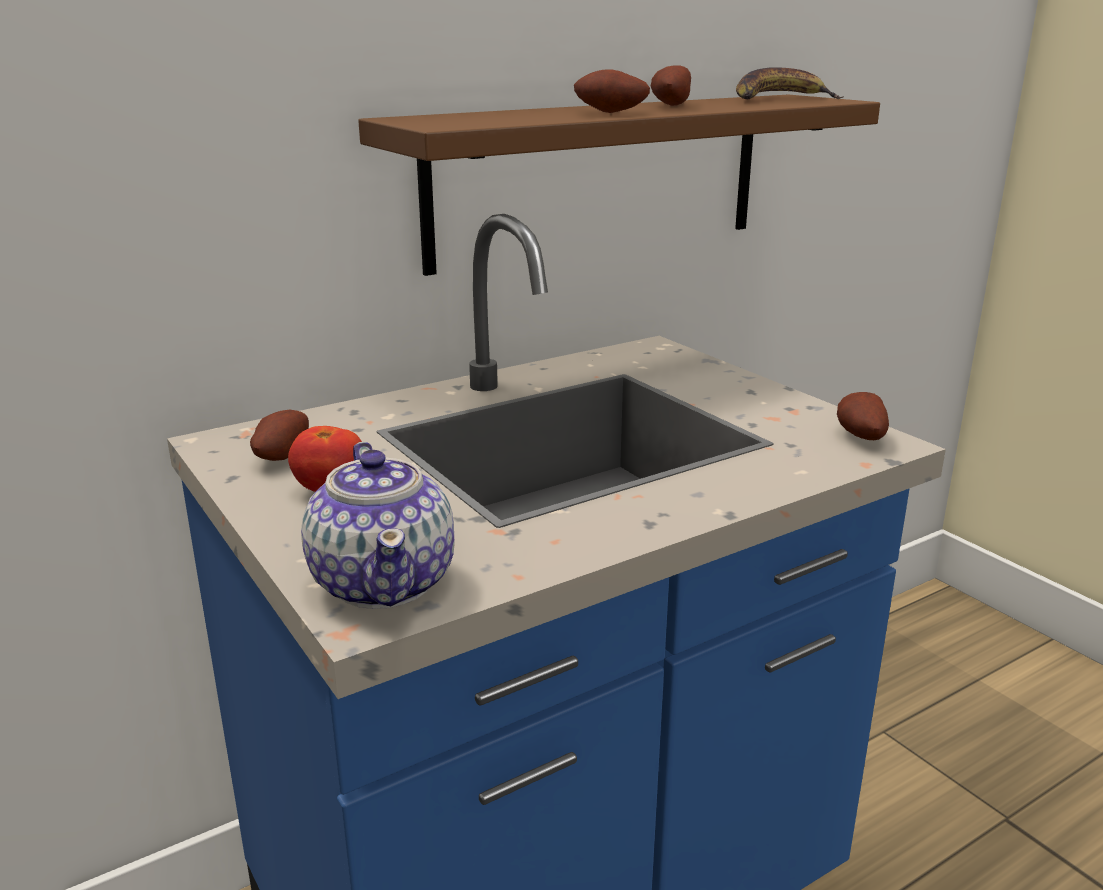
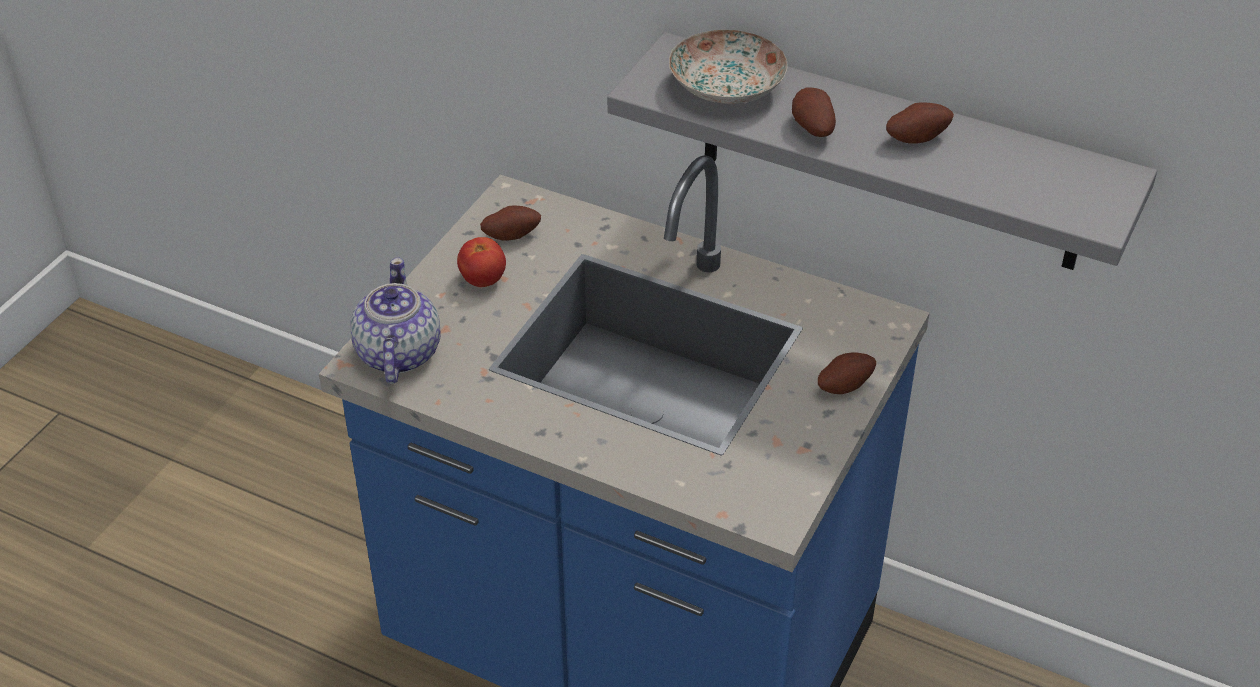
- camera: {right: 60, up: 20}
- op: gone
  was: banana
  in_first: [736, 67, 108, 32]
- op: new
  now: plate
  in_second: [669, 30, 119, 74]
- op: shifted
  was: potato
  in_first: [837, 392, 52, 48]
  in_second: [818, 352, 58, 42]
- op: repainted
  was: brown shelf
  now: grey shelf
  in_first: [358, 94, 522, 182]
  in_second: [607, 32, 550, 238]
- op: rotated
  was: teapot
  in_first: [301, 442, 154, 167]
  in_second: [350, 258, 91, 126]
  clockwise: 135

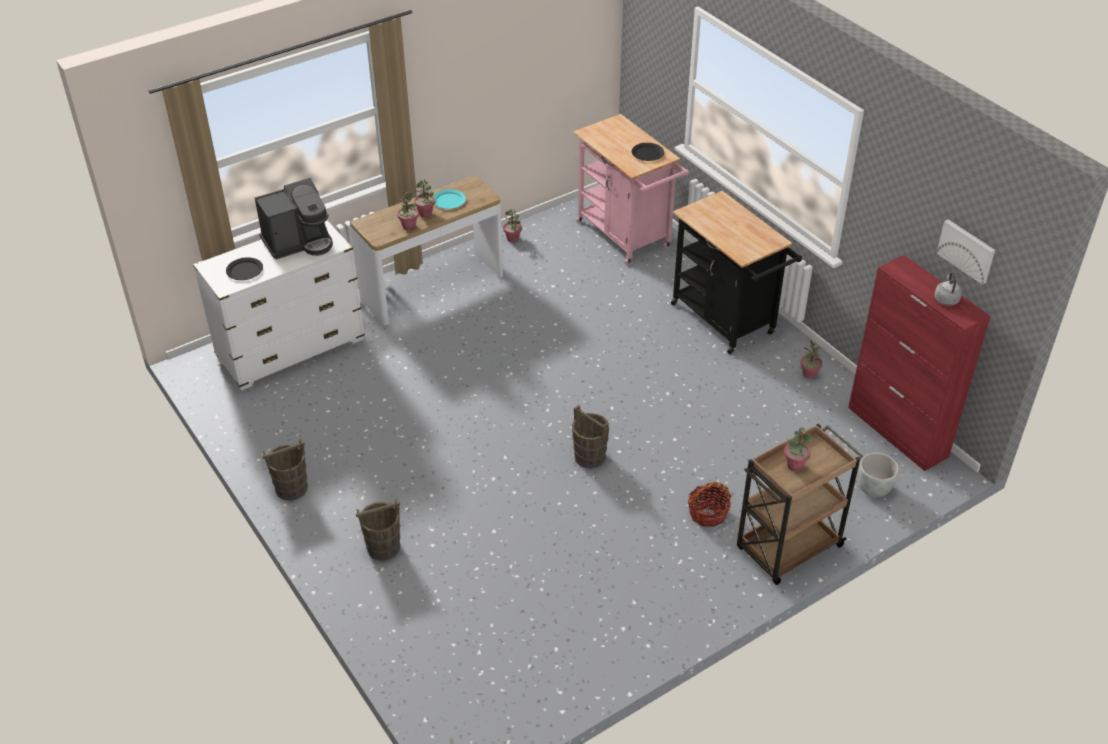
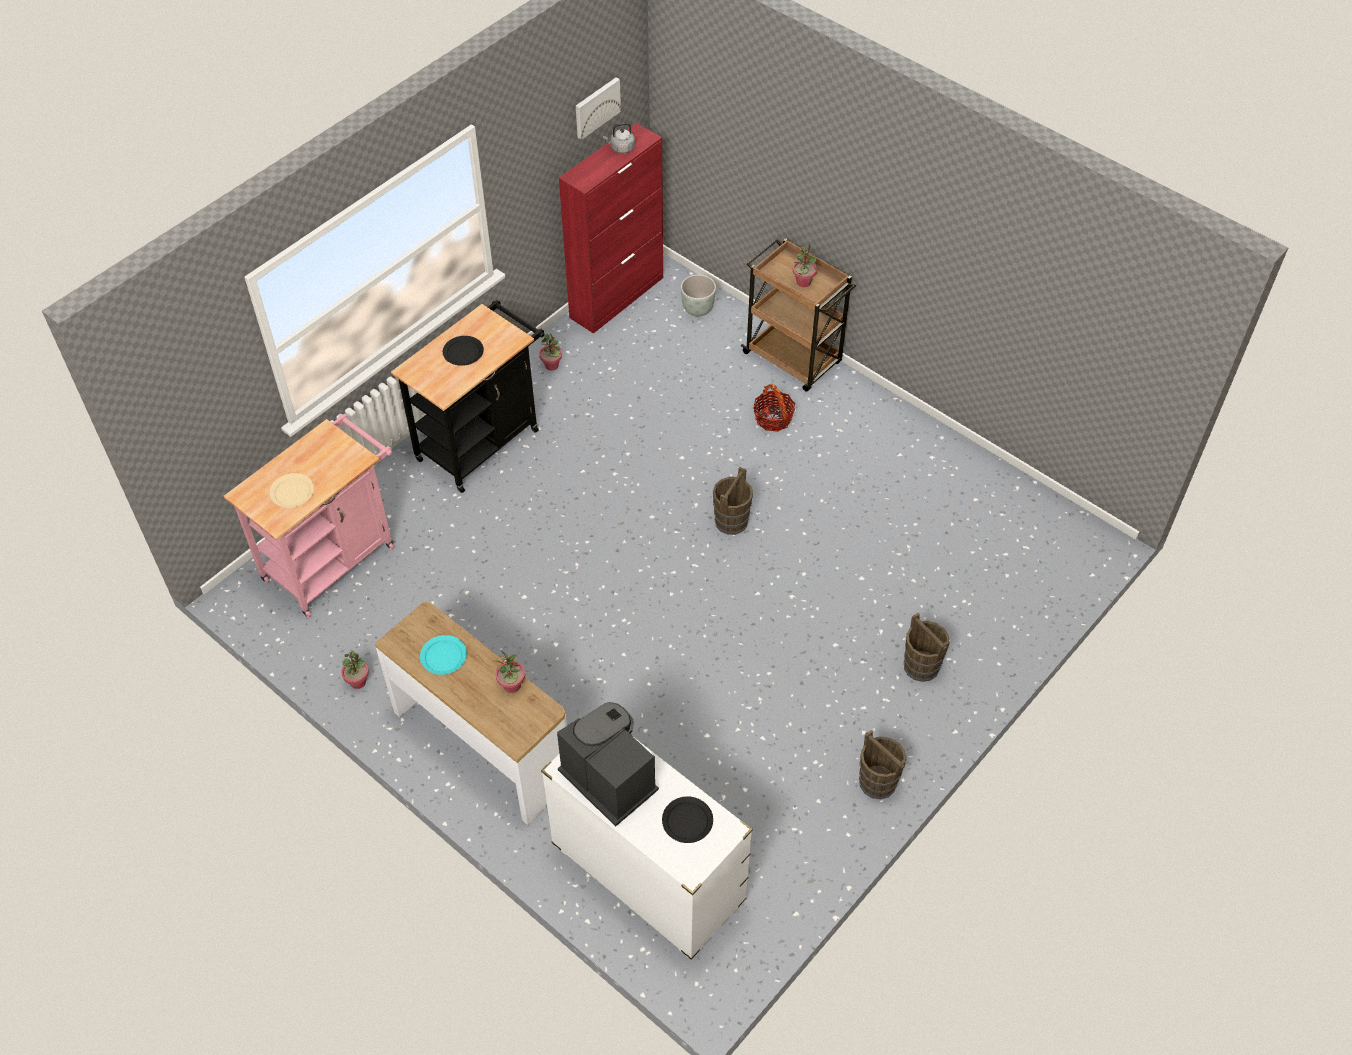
- camera: {right: -105, up: 10}
- op: gone
  was: potted plant
  in_first: [414, 179, 21, 38]
- op: new
  now: beige plate
  in_second: [270, 473, 44, 35]
- op: shifted
  was: black plate
  in_first: [632, 143, 32, 18]
  in_second: [443, 336, 41, 30]

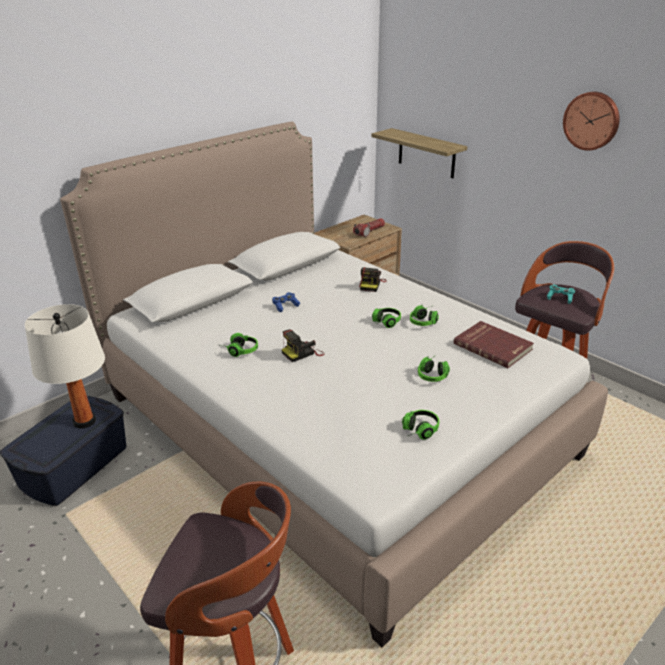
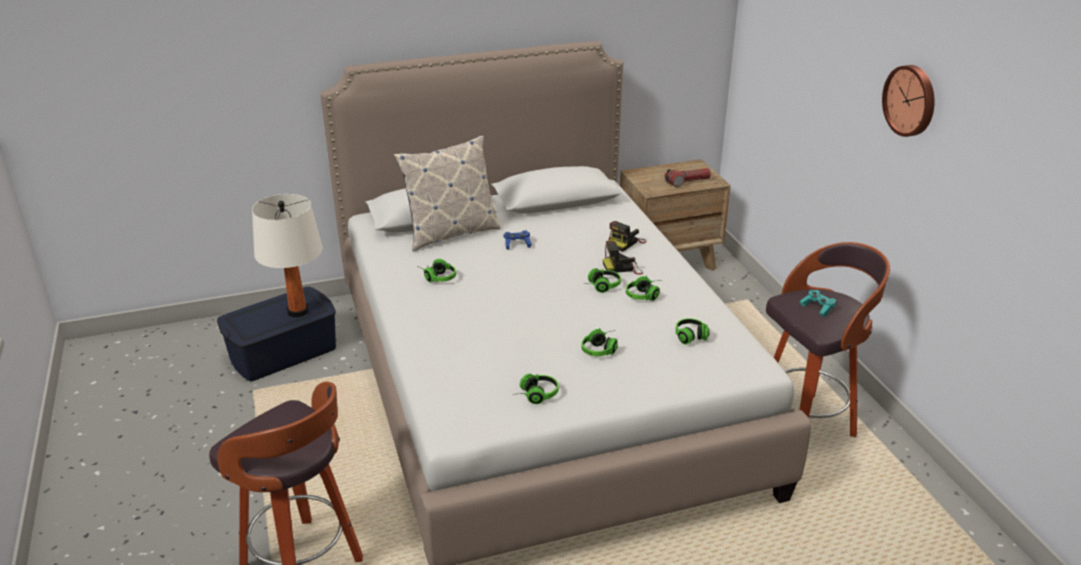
- camera: {right: 25, up: 0}
- op: gone
  was: shelf
  in_first: [371, 128, 96, 50]
- op: new
  now: pillow
  in_second: [394, 136, 107, 115]
- op: shifted
  was: photo camera
  in_first: [281, 329, 43, 33]
  in_second: [603, 241, 40, 34]
- op: swapped
  was: red book
  now: headphones
  in_first: [454, 321, 80, 47]
  in_second: [676, 318, 34, 27]

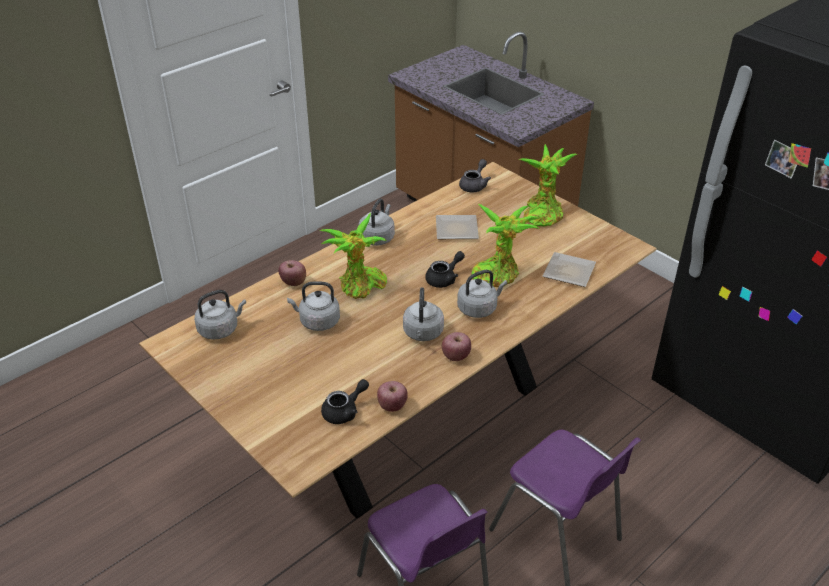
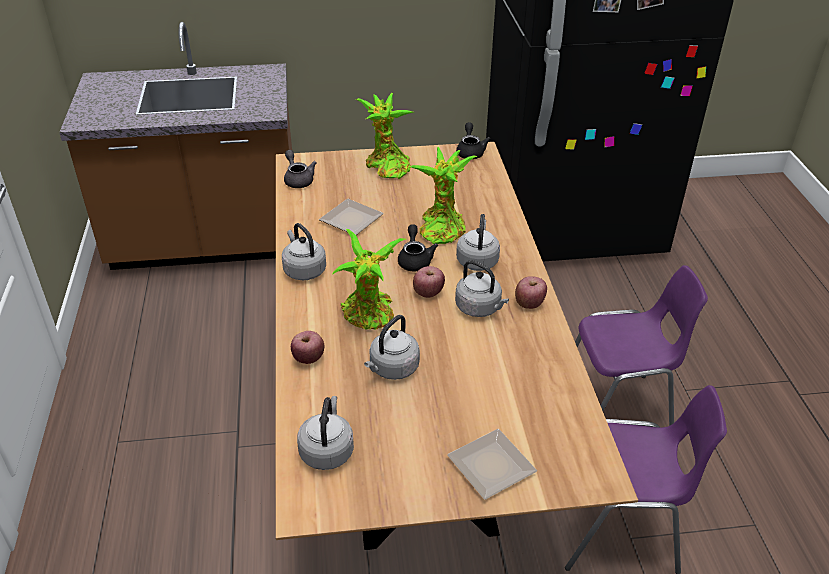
- camera: {right: -55, up: 0}
- op: shifted
  was: black teapot
  in_first: [321, 379, 48, 45]
  in_second: [456, 122, 35, 37]
- op: shifted
  was: apple
  in_first: [377, 381, 31, 31]
  in_second: [413, 266, 32, 32]
- op: shifted
  was: plate
  in_first: [543, 252, 53, 35]
  in_second: [447, 429, 90, 71]

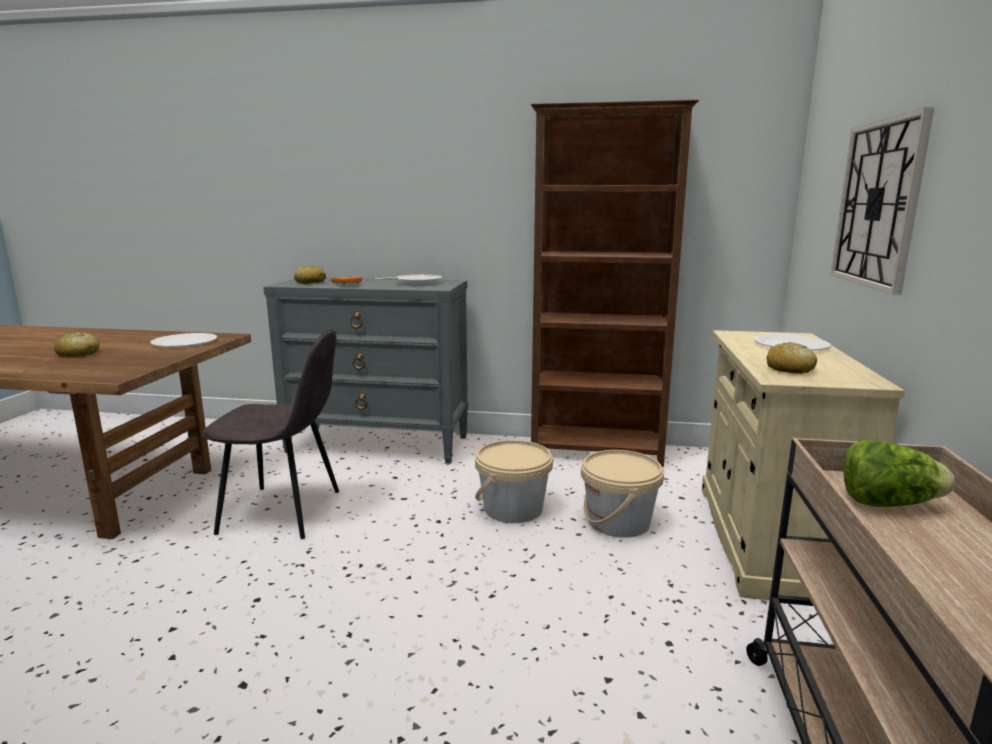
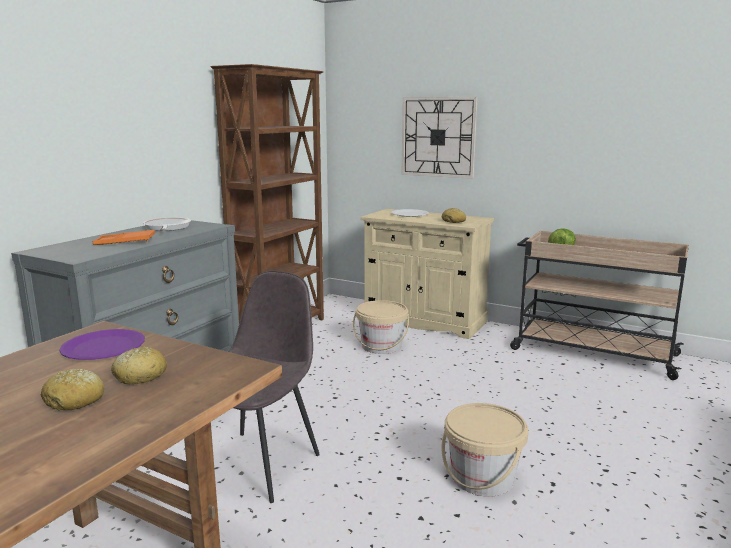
- camera: {right: -70, up: 0}
- op: shifted
  was: bread
  in_first: [294, 265, 32, 19]
  in_second: [111, 347, 56, 37]
- op: shifted
  was: beige bucket
  in_first: [475, 440, 78, 83]
  in_second: [442, 403, 87, 94]
- op: repainted
  was: white plate
  now: purple plate
  in_first: [150, 333, 67, 14]
  in_second: [59, 329, 86, 31]

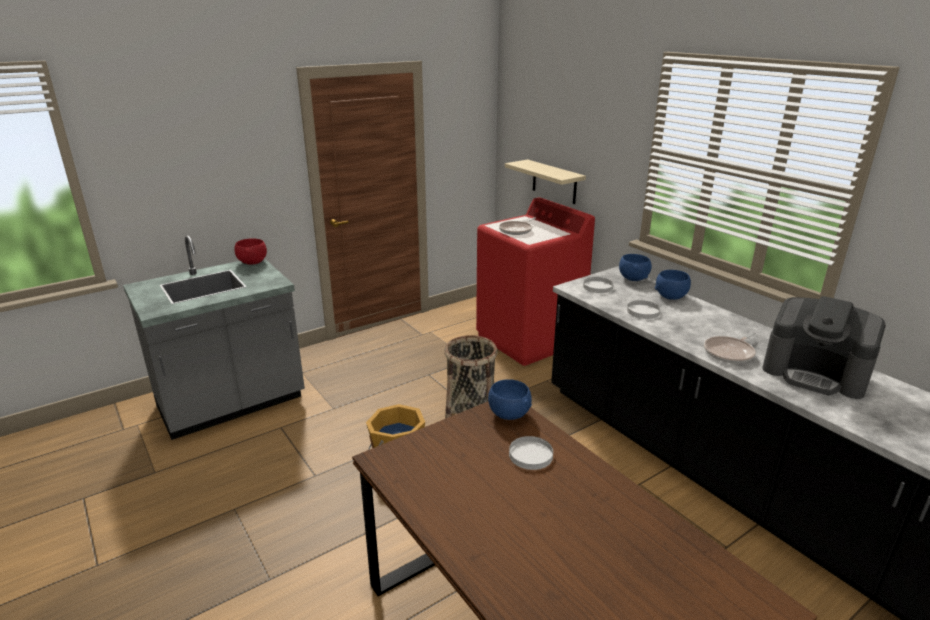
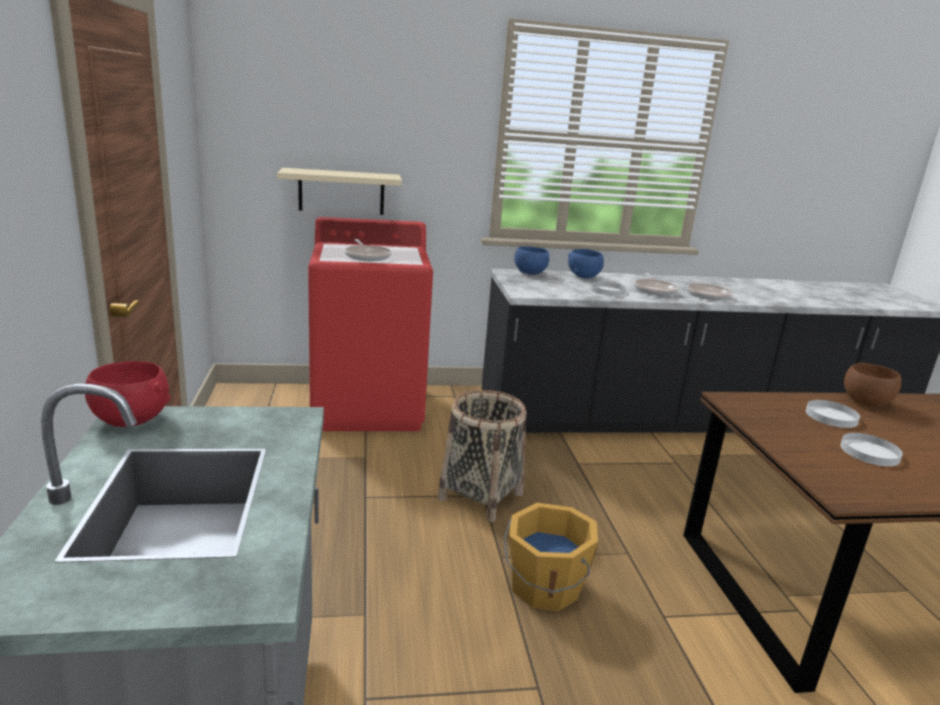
- camera: {right: -65, up: -5}
- op: gone
  was: blue bowl
  in_first: [488, 379, 44, 41]
- op: gone
  was: coffee machine
  in_first: [762, 296, 124, 103]
- op: new
  now: frying pan
  in_second: [634, 273, 45, 23]
- op: new
  now: brown bowl
  in_second: [844, 363, 58, 43]
- op: shifted
  was: white plate
  in_first: [583, 277, 30, 16]
  in_second: [841, 433, 62, 33]

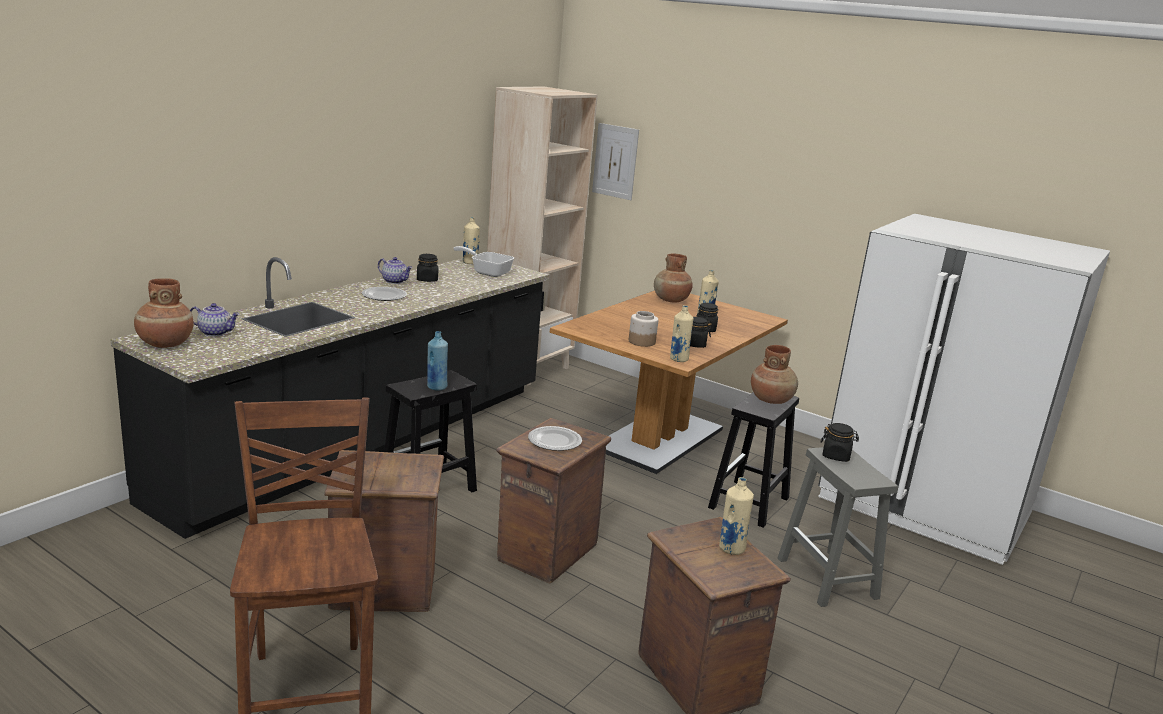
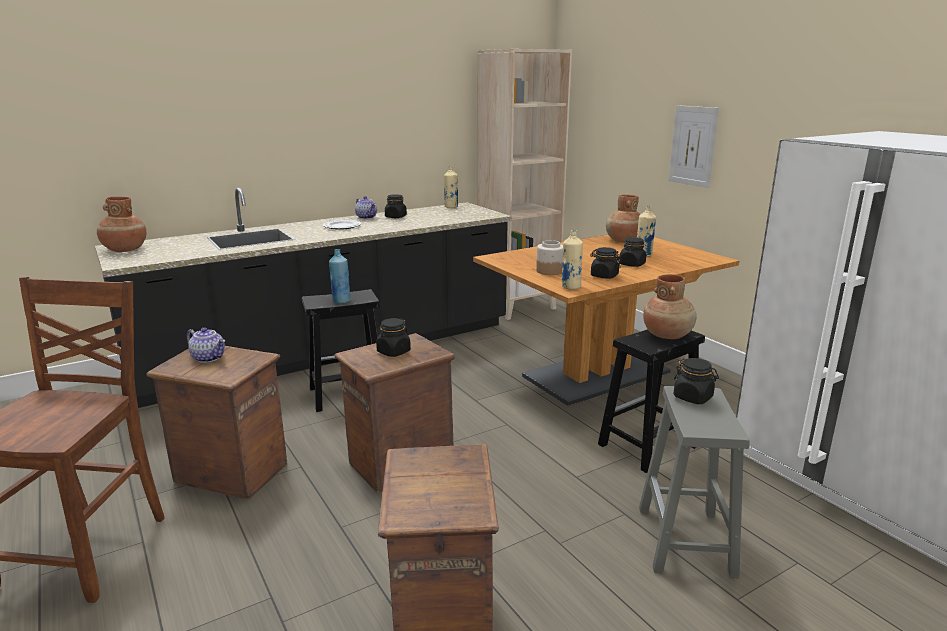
- camera: {right: 25, up: 0}
- op: gone
  was: frying pan
  in_first: [453, 246, 61, 31]
- op: gone
  was: beige bottle
  in_first: [719, 477, 35, 78]
- op: shifted
  was: teapot
  in_first: [190, 303, 50, 34]
  in_second: [186, 327, 39, 36]
- op: shifted
  was: picture
  in_first: [592, 123, 47, 77]
  in_second: [668, 105, 51, 83]
- op: swapped
  was: plate
  now: black jar
  in_first: [528, 426, 54, 25]
  in_second: [376, 318, 35, 39]

